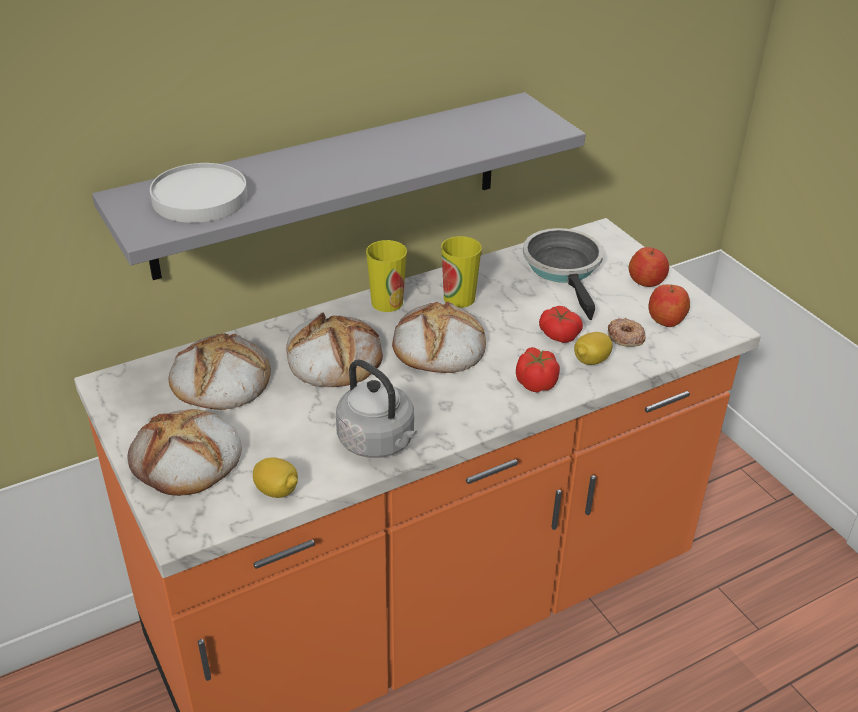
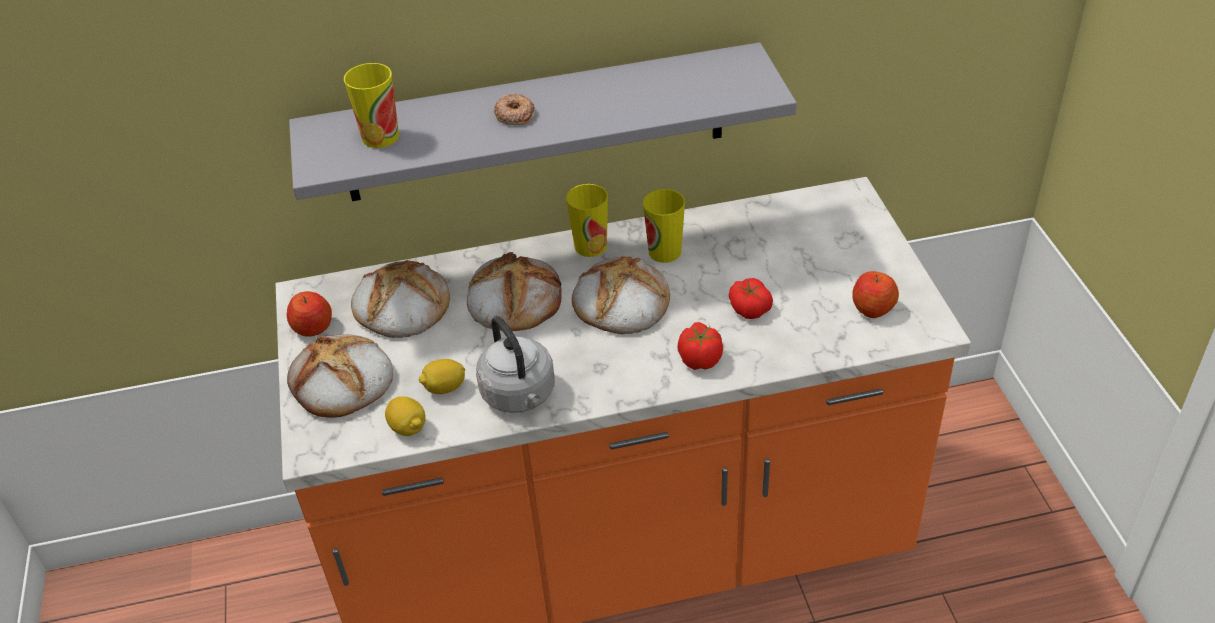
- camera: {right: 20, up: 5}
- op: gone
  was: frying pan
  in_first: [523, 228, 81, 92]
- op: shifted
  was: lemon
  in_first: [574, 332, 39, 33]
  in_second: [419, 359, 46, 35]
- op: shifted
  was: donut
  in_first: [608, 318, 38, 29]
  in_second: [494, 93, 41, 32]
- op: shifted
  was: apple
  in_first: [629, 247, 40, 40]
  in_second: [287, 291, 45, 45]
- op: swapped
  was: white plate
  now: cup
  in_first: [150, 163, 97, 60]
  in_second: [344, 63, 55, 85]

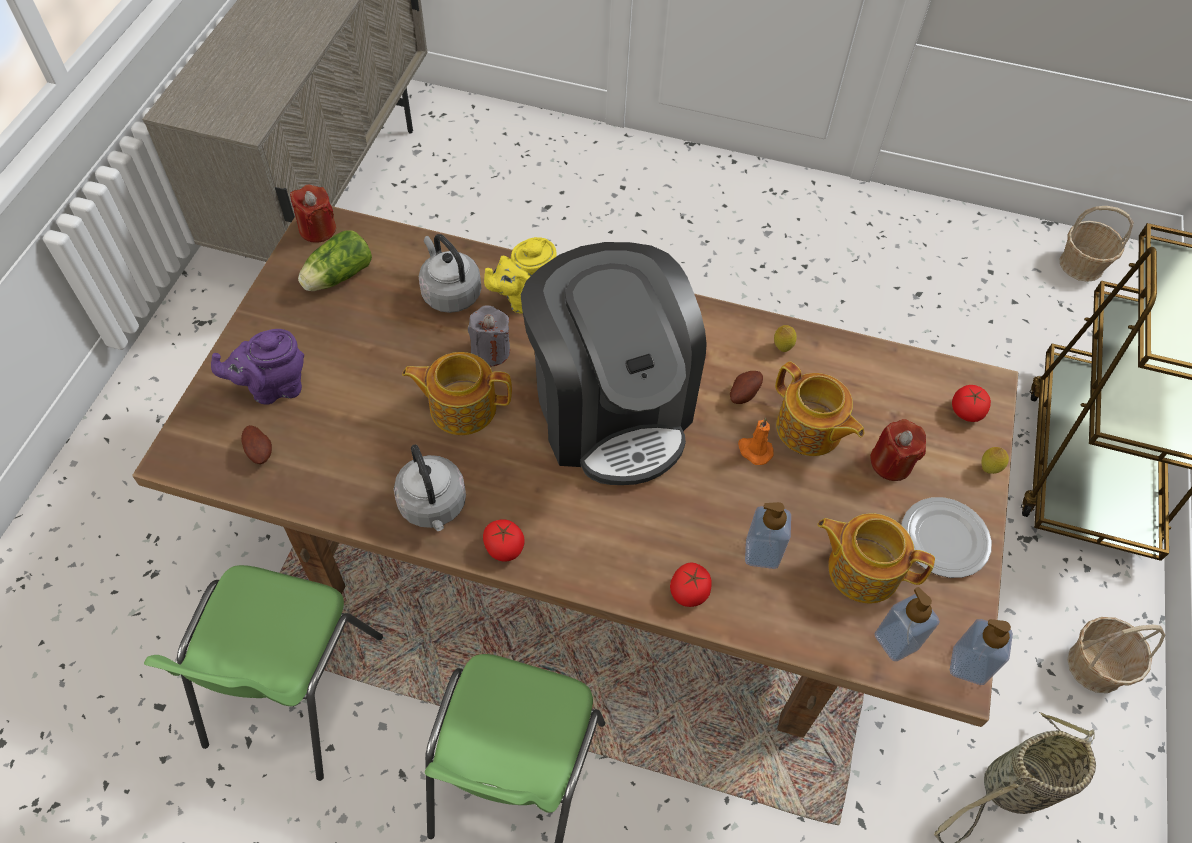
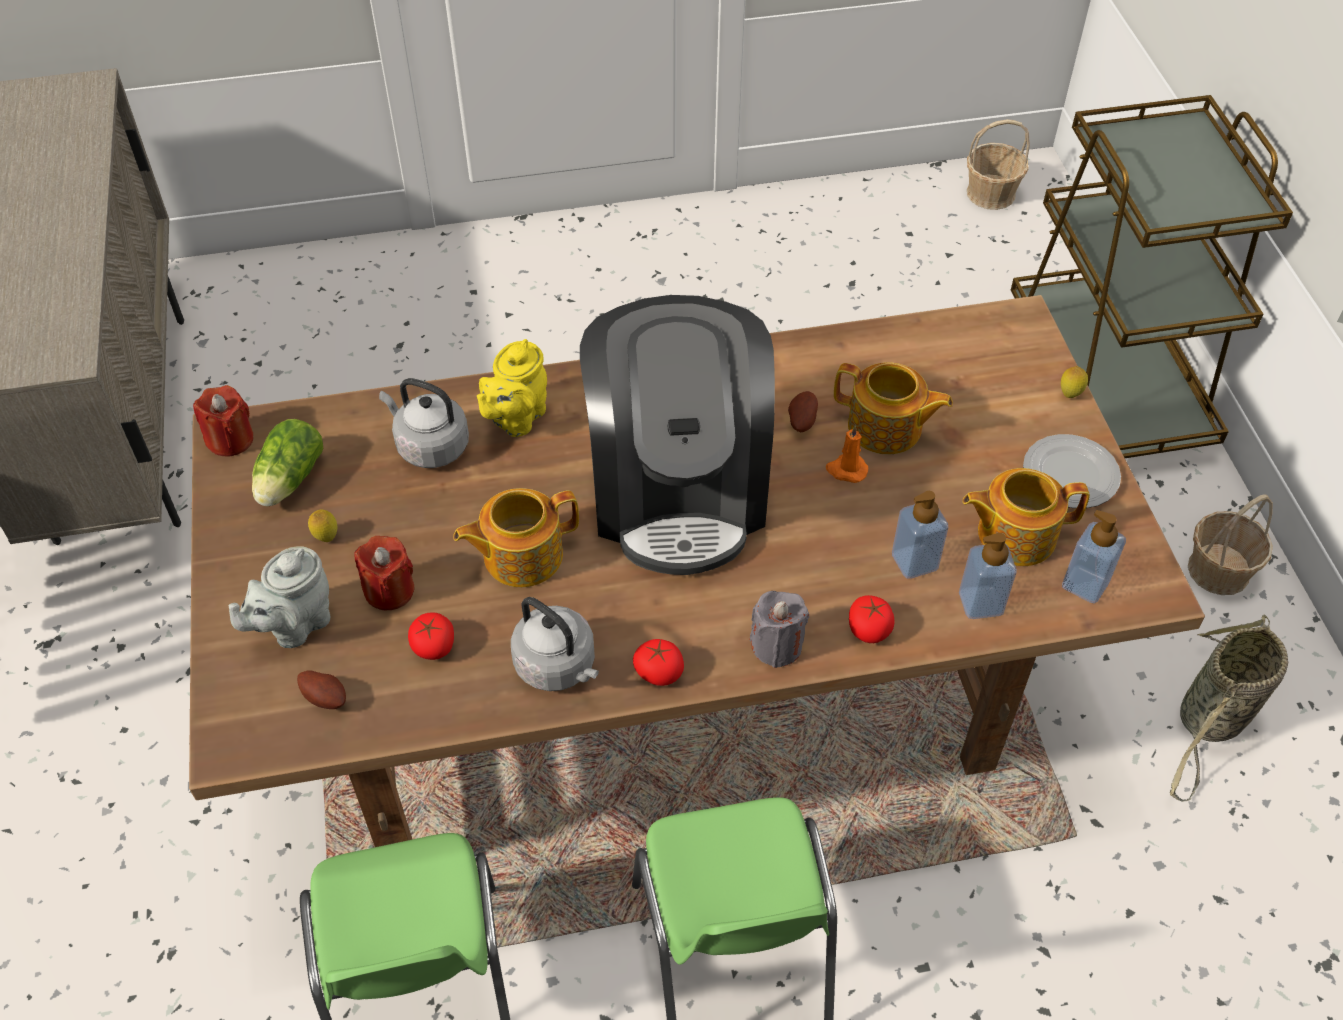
- camera: {right: -25, up: -5}
- op: shifted
  was: grey candle
  in_first: [468, 305, 42, 62]
  in_second: [750, 591, 59, 77]
- op: shifted
  was: lemon
  in_first: [774, 325, 23, 27]
  in_second: [308, 510, 29, 32]
- op: shifted
  was: red candle
  in_first: [870, 419, 56, 62]
  in_second: [354, 536, 61, 74]
- op: shifted
  was: soap dispenser
  in_first: [950, 619, 63, 66]
  in_second: [959, 533, 58, 86]
- op: shifted
  was: tomato
  in_first: [952, 385, 39, 37]
  in_second: [408, 612, 46, 48]
- op: repainted
  was: purple teapot
  now: grey teapot
  in_first: [211, 329, 93, 76]
  in_second: [229, 546, 101, 102]
- op: rotated
  was: coffee machine
  in_first: [521, 242, 186, 243]
  in_second: [580, 295, 195, 280]
  clockwise: 45

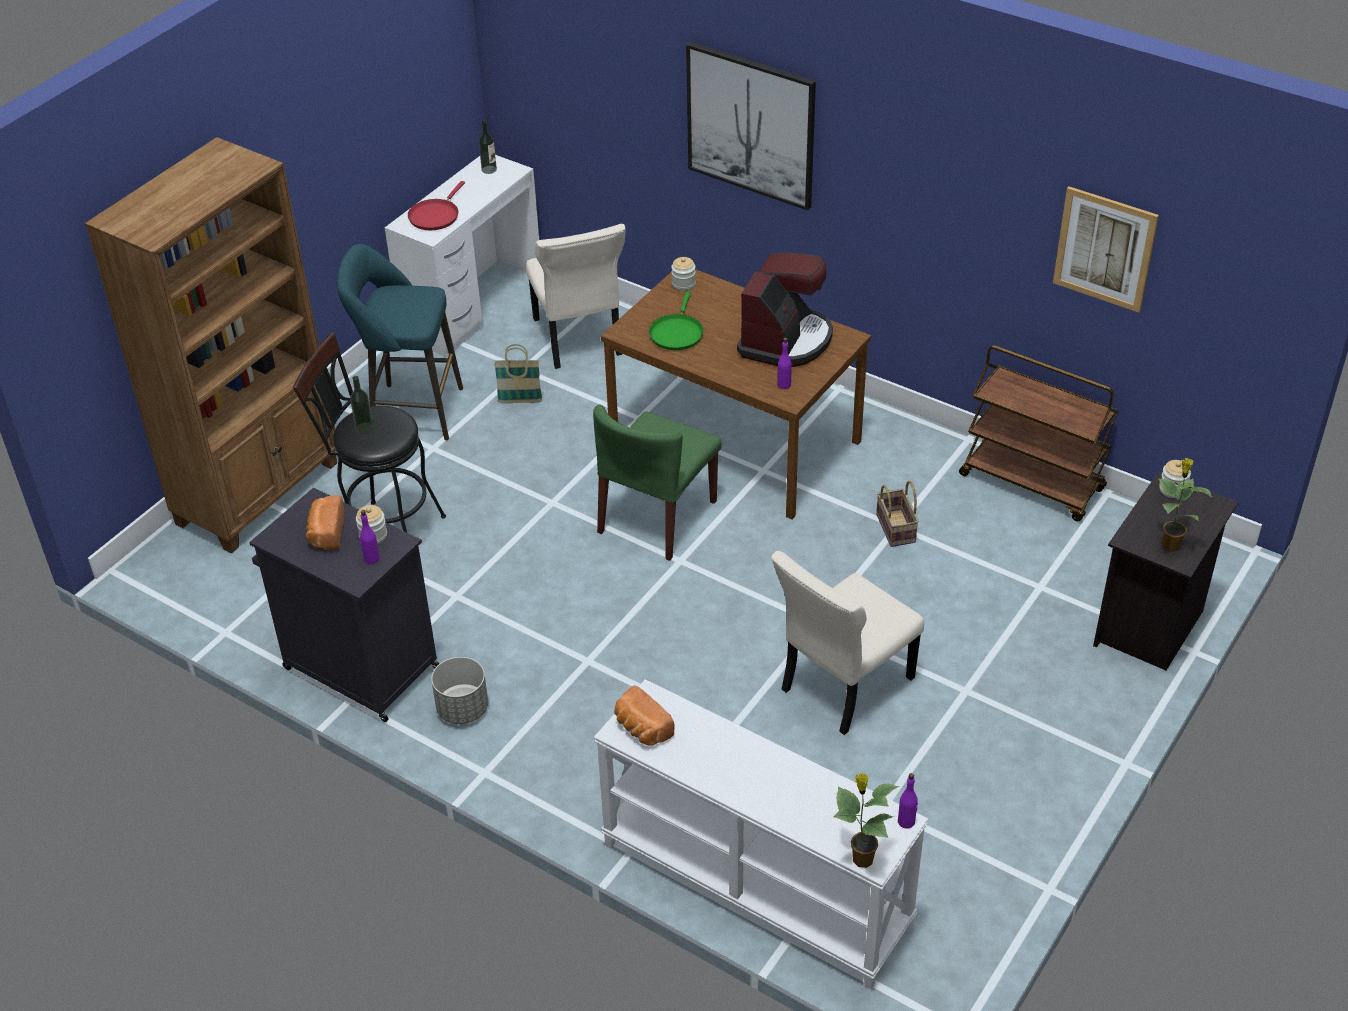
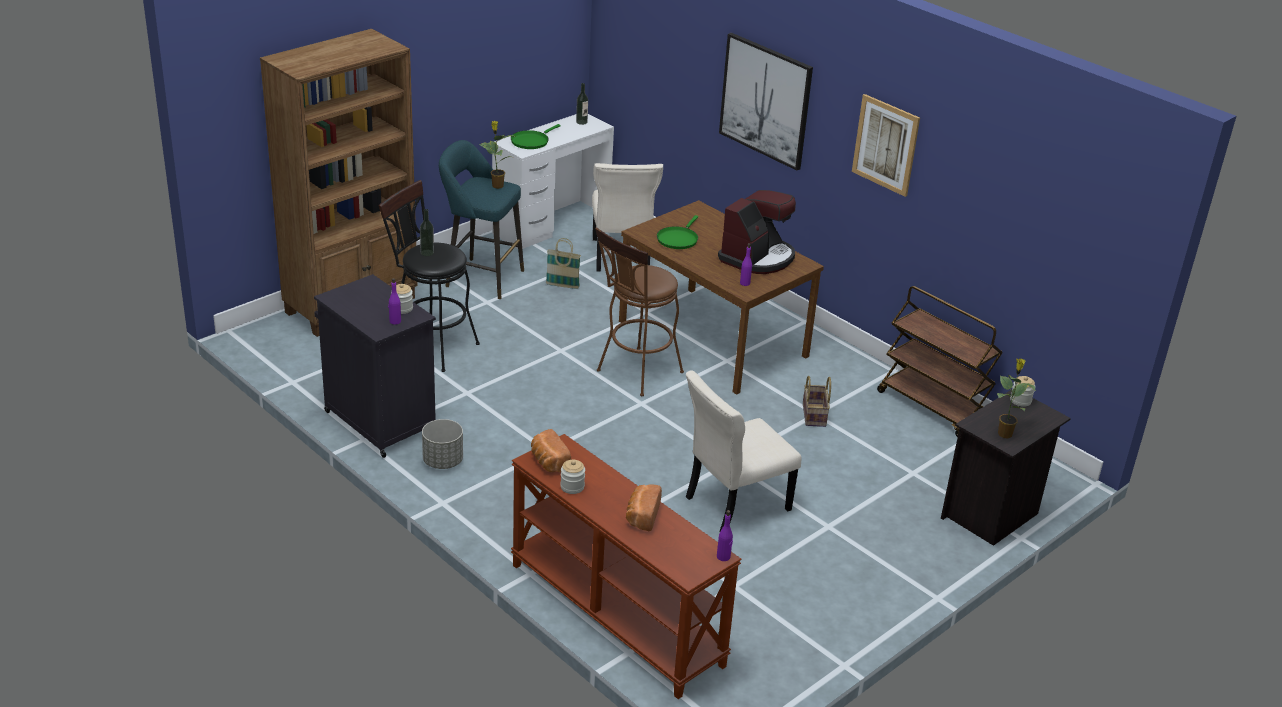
- camera: {right: 10, up: -10}
- op: shifted
  was: bread
  in_first: [306, 495, 38, 55]
  in_second: [626, 485, 36, 46]
- op: shifted
  was: jar
  in_first: [671, 257, 25, 34]
  in_second: [560, 460, 25, 34]
- op: shifted
  was: potted plant
  in_first: [833, 773, 66, 95]
  in_second: [479, 121, 37, 68]
- op: shifted
  was: picture
  in_first: [1053, 186, 106, 127]
  in_second: [852, 94, 68, 103]
- op: swapped
  was: green chair
  now: brown stool
  in_first: [593, 405, 129, 156]
  in_second: [595, 227, 89, 169]
- op: repainted
  was: red frying pan
  now: green frying pan
  in_first: [408, 181, 57, 49]
  in_second: [511, 124, 50, 25]
- op: repainted
  was: white console table
  now: brown console table
  in_first: [594, 679, 334, 311]
  in_second: [511, 434, 231, 265]

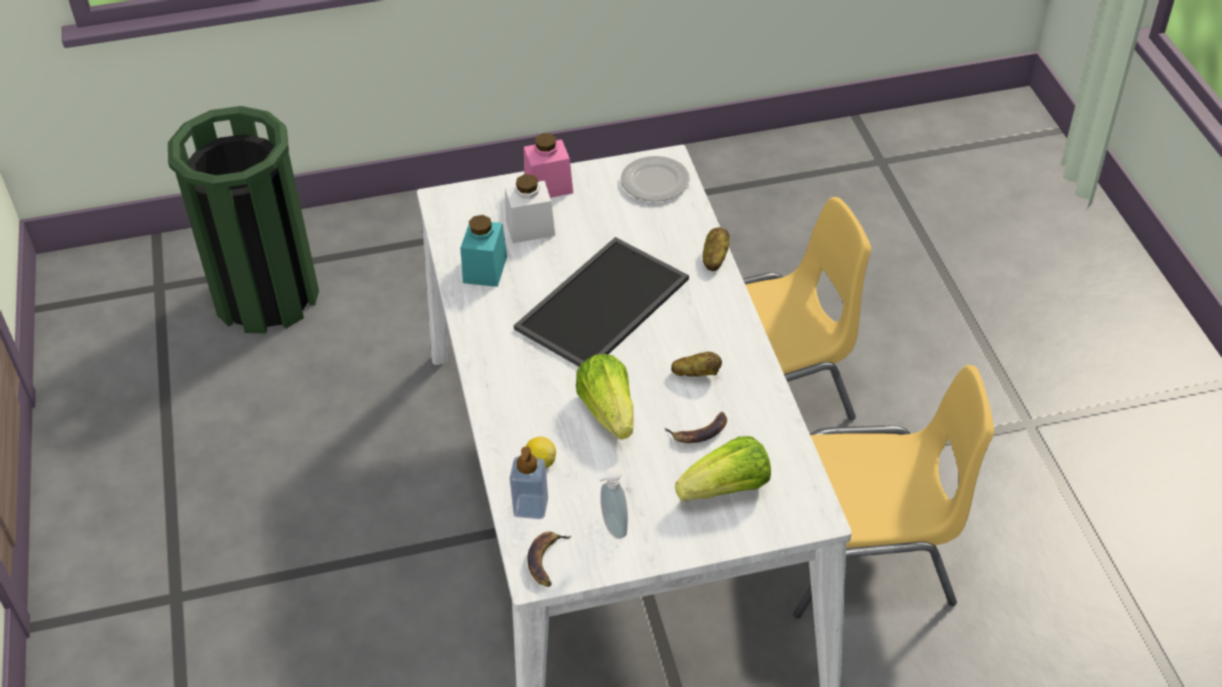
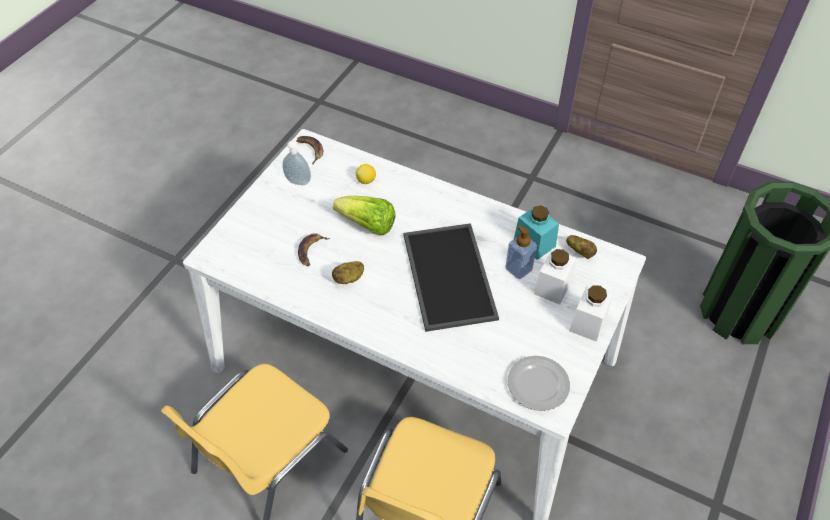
- camera: {right: 130, up: 5}
- op: gone
  was: lettuce
  in_first: [675, 436, 96, 65]
- op: shifted
  was: soap dispenser
  in_first: [510, 447, 38, 72]
  in_second: [505, 225, 32, 54]
- op: shifted
  was: potato
  in_first: [703, 227, 27, 44]
  in_second: [566, 235, 31, 24]
- op: repainted
  was: pink jar
  now: white jar
  in_first: [524, 133, 49, 65]
  in_second: [569, 284, 44, 58]

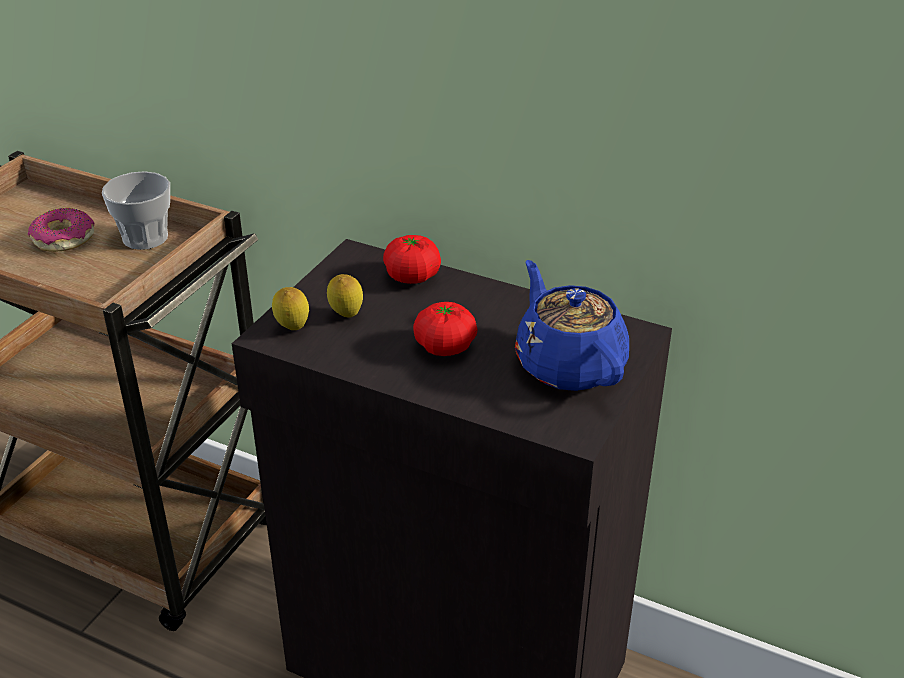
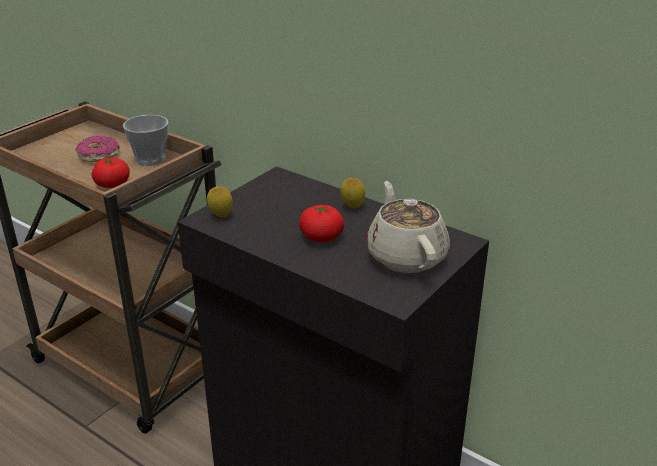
- camera: {right: 10, up: -5}
- op: shifted
  was: lemon
  in_first: [327, 274, 36, 44]
  in_second: [341, 178, 24, 31]
- op: shifted
  was: tomato
  in_first: [383, 235, 58, 49]
  in_second: [92, 158, 38, 30]
- op: repainted
  was: blue teapot
  now: beige teapot
  in_first: [515, 260, 114, 131]
  in_second: [366, 181, 84, 92]

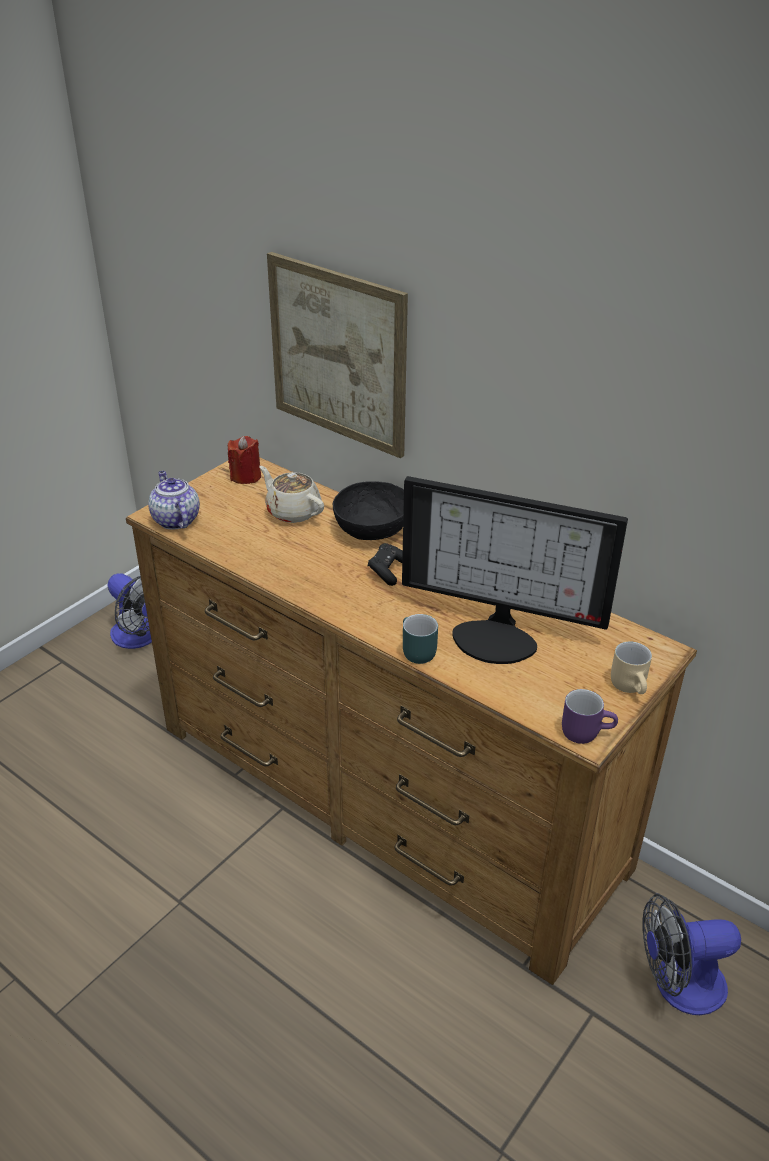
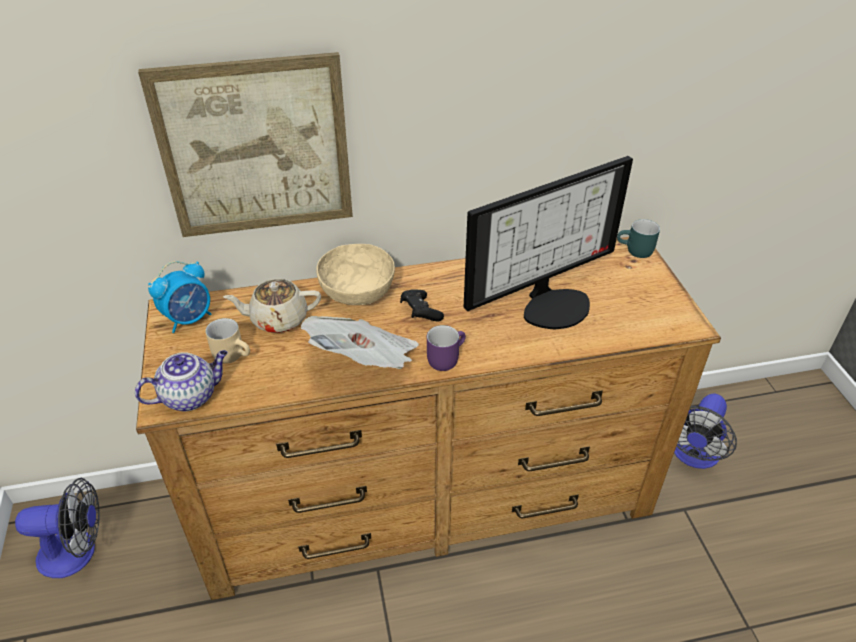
- camera: {right: -50, up: 5}
- op: new
  now: newspaper
  in_second: [301, 316, 118, 53]
- op: shifted
  was: turquoise mug
  in_first: [403, 614, 35, 50]
  in_second: [617, 219, 43, 39]
- op: shifted
  was: purple mug
  in_first: [562, 689, 56, 55]
  in_second: [427, 325, 39, 46]
- op: shifted
  was: beige mug
  in_first: [611, 641, 41, 53]
  in_second: [205, 318, 45, 46]
- op: swapped
  was: red candle
  now: alarm clock
  in_first: [228, 436, 33, 48]
  in_second: [148, 261, 63, 72]
- op: repainted
  was: black bowl
  now: beige bowl
  in_first: [333, 481, 71, 59]
  in_second: [316, 244, 79, 61]
- op: rotated
  was: teapot
  in_first: [148, 471, 52, 59]
  in_second: [135, 350, 93, 61]
  clockwise: 135

